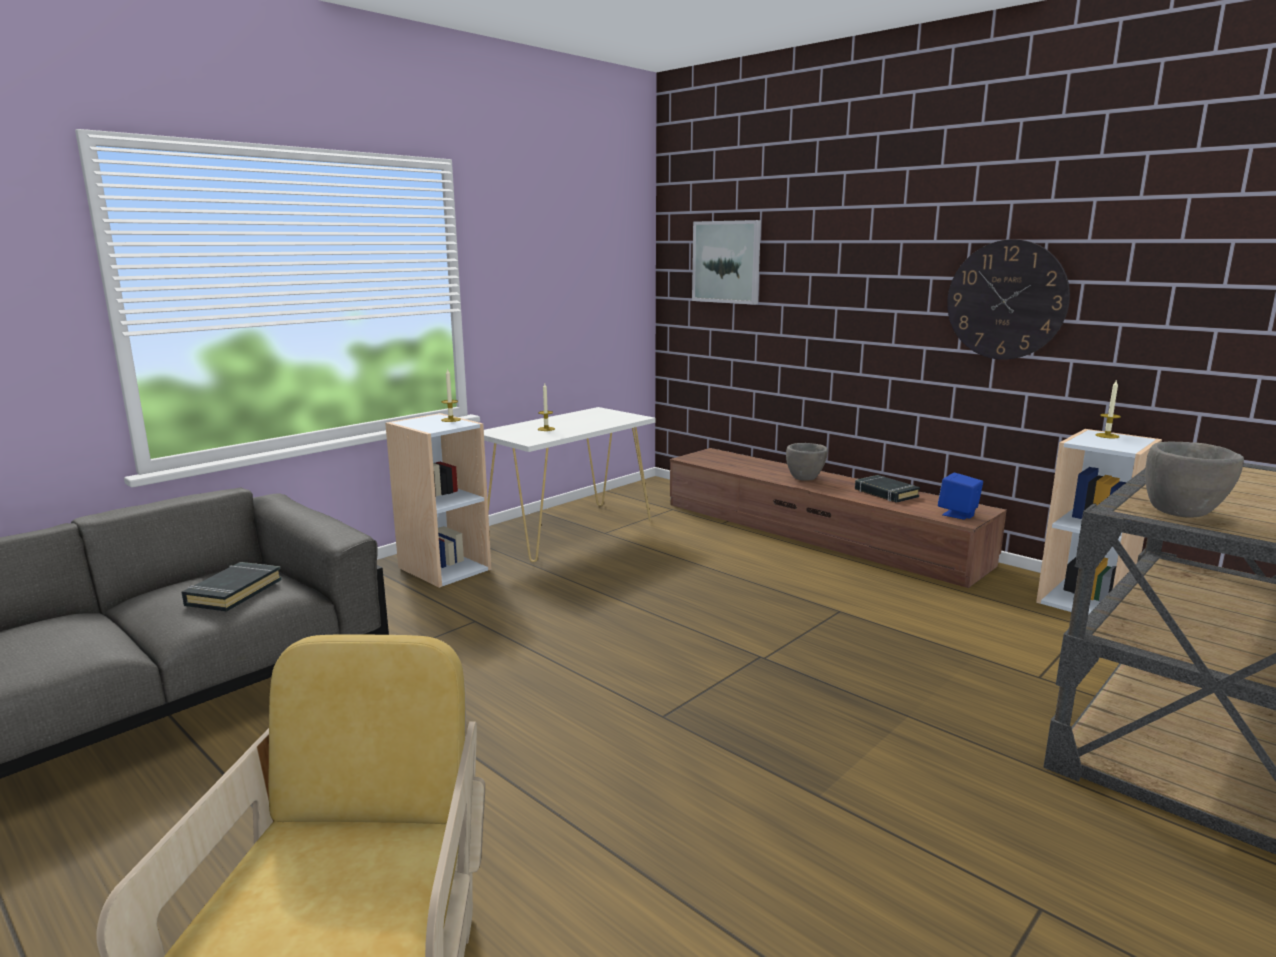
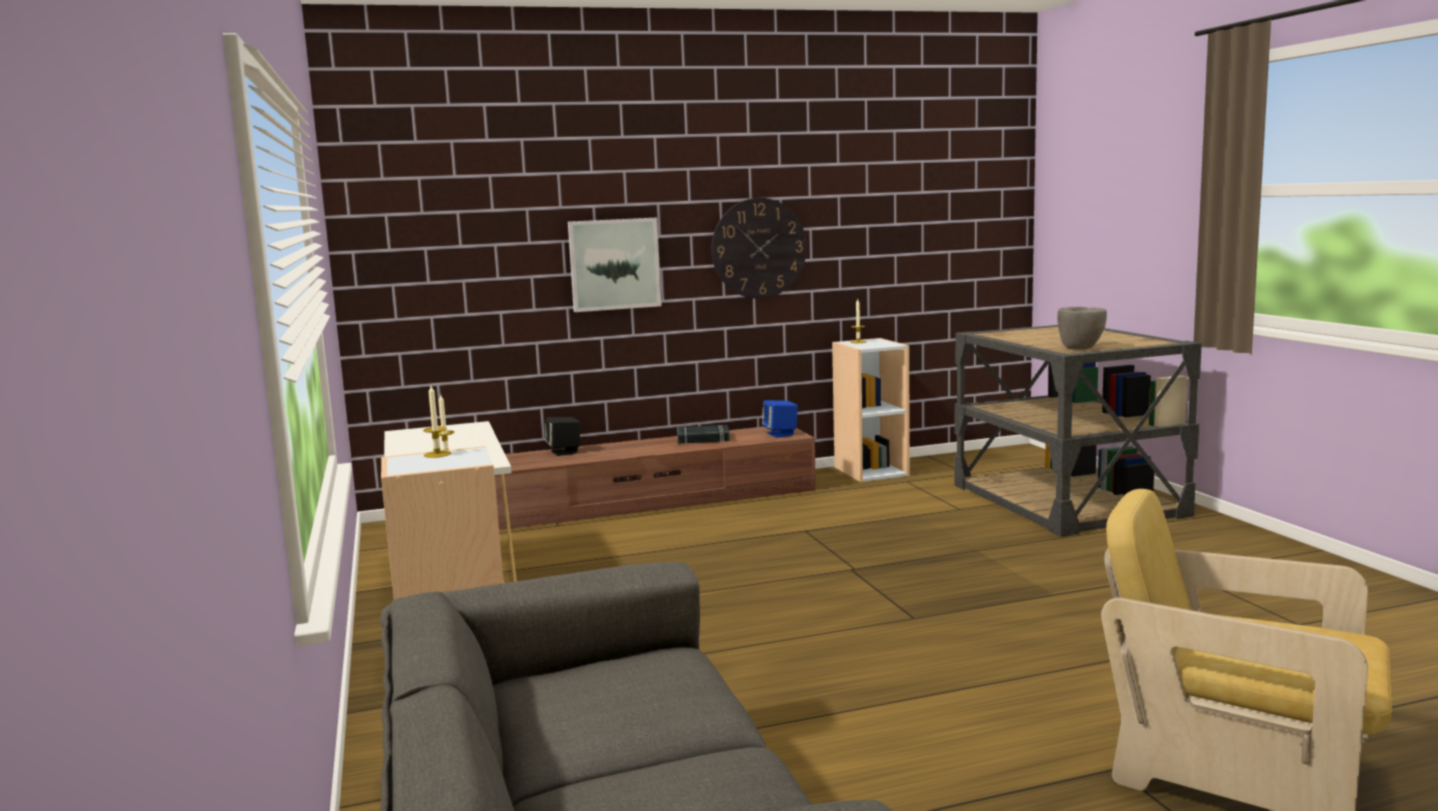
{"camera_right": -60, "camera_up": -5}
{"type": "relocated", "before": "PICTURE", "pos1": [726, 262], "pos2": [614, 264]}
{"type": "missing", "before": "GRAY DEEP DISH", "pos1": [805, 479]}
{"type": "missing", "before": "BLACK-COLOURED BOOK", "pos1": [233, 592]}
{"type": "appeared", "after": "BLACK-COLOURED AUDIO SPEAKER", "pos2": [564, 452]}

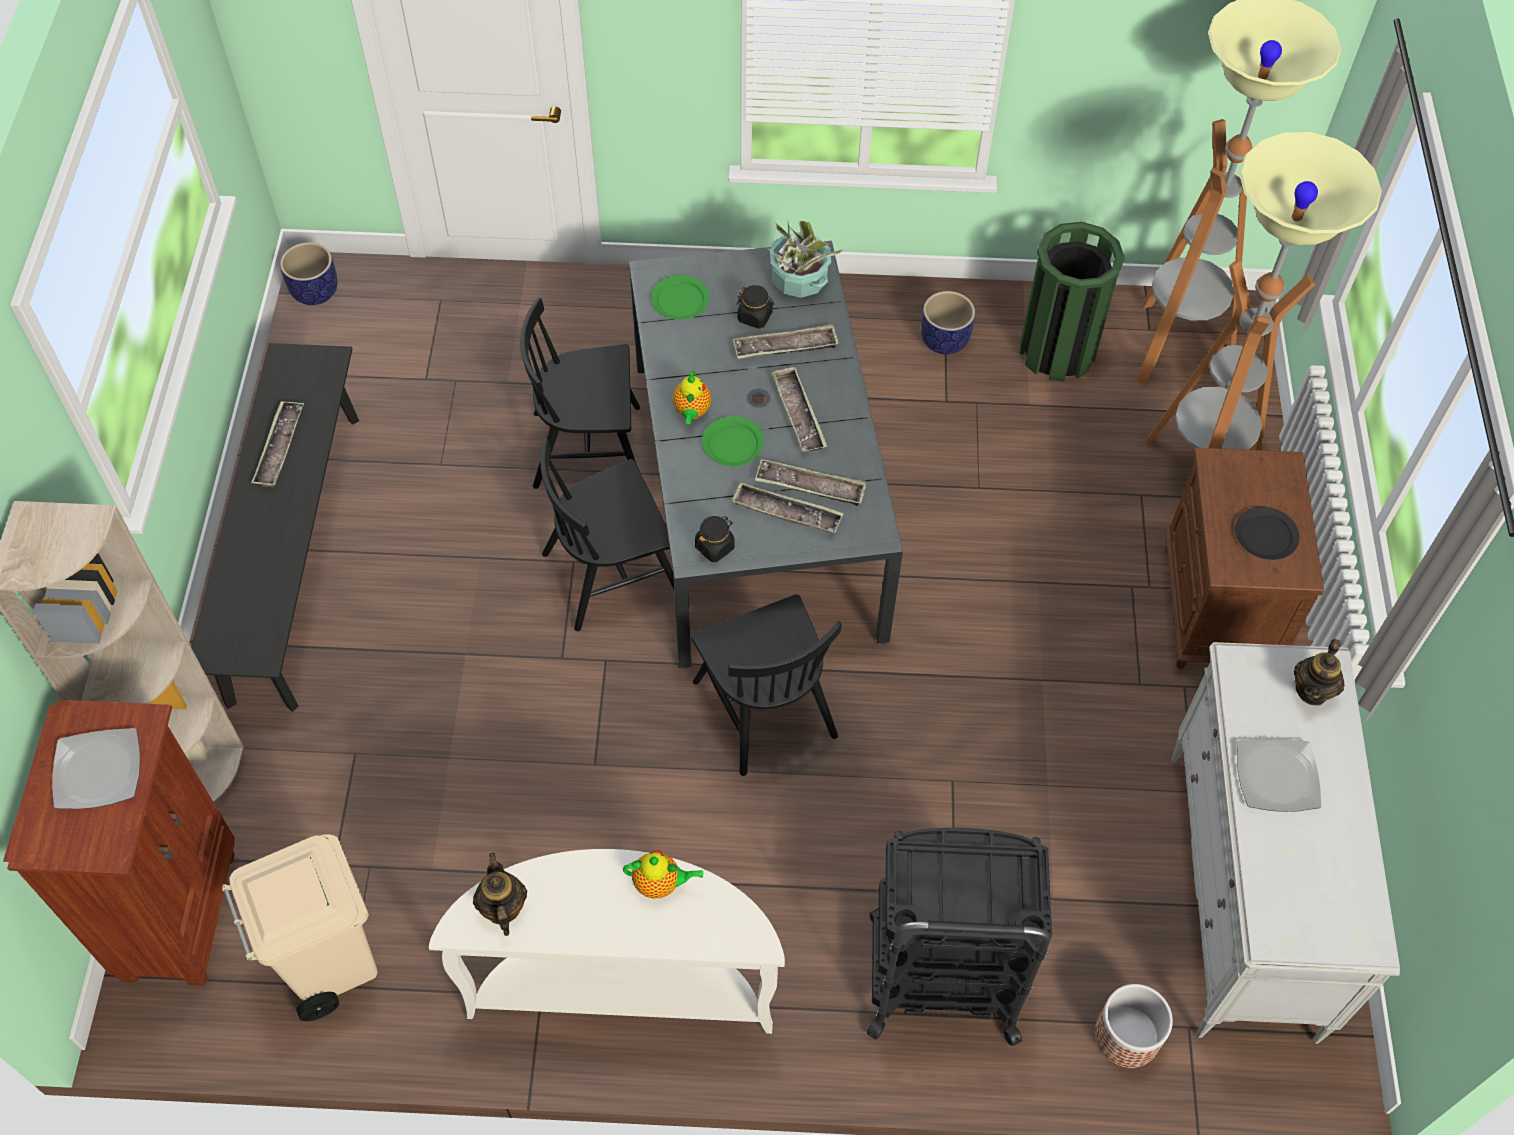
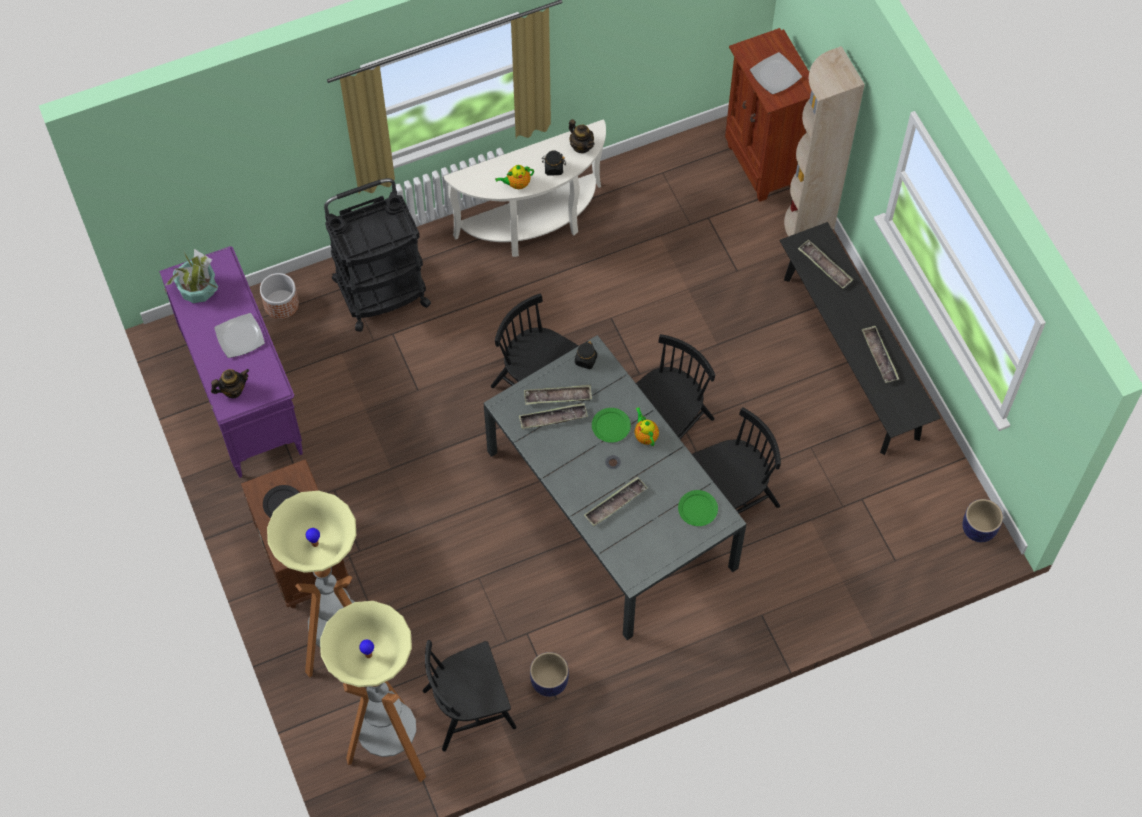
{"camera_right": 155, "camera_up": 5}
{"type": "relocated", "before": "HOUSEPLANT", "pos1": [799, 279], "pos2": [198, 289]}
{"type": "exchanged", "before": "GREENISH WASTE BIN", "after": "BLACK-COLOURED CHAIR", "pos1": [1057, 351], "pos2": [469, 708]}
{"type": "relocated", "before": "BLACK-COLOURED PRESERVE JAR", "pos1": [755, 317], "pos2": [553, 168]}
{"type": "relocated", "before": "CARRYING TRAY", "pos1": [798, 413], "pos2": [825, 267]}
{"type": "spun", "before": "TEAPOT", "pos1": [1312, 690], "pos2": [233, 390], "turn": 60}
{"type": "colour", "before": "WHITE-COLOURED DRAWER CHEST", "after": "PURPLISH DRAWER CHEST", "pos1": [1239, 896], "pos2": [244, 394]}
{"type": "missing", "before": "SAND-COLOURED WASTE BIN", "pos1": [329, 960]}

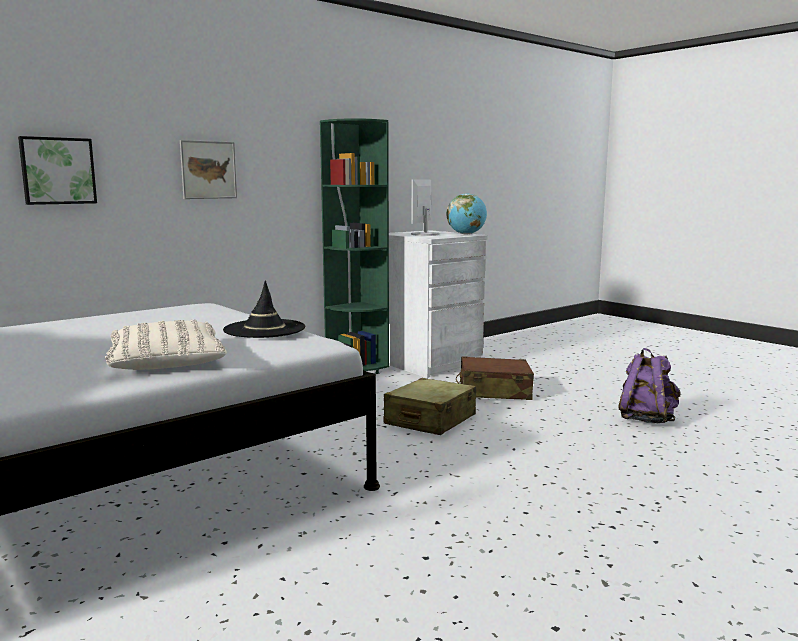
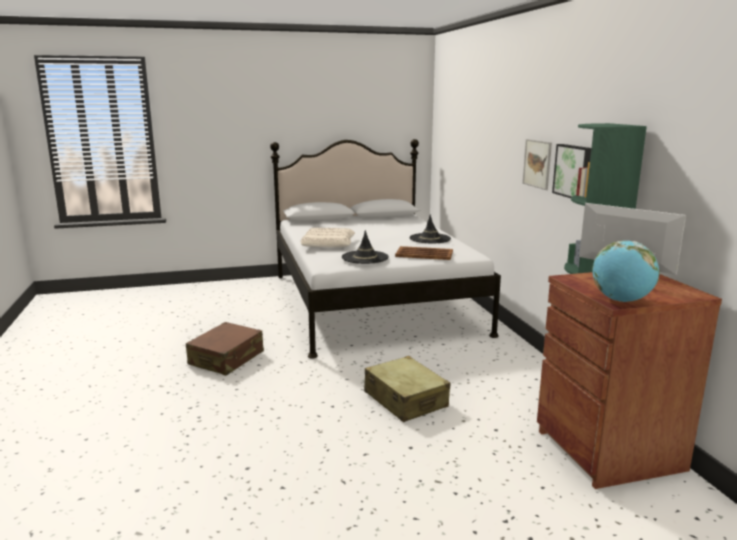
{"camera_right": 115, "camera_up": 5}
{"type": "relocated", "before": "PICTURE", "pos1": [58, 171], "pos2": [573, 171]}
{"type": "colour", "before": "WHITE-COLOURED DRAWER CHEST", "after": "BROWNISH DRAWER CHEST", "pos1": [429, 363], "pos2": [609, 451]}
{"type": "missing", "before": "PURPLISH KNAPSACK", "pos1": [646, 420]}
{"type": "relocated", "before": "BROWNISH TRAVEL CASE", "pos1": [494, 391], "pos2": [227, 358]}
{"type": "appeared", "after": "BLACK-COLOURED HAT", "pos2": [430, 238]}
{"type": "appeared", "after": "BROWNISH CARRYING TRAY", "pos2": [425, 254]}

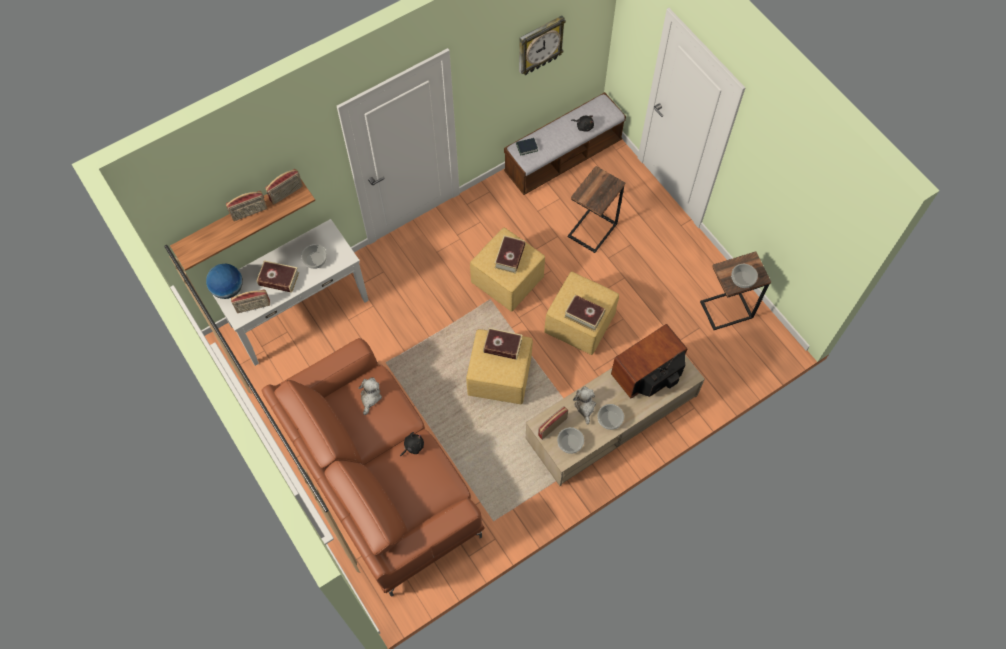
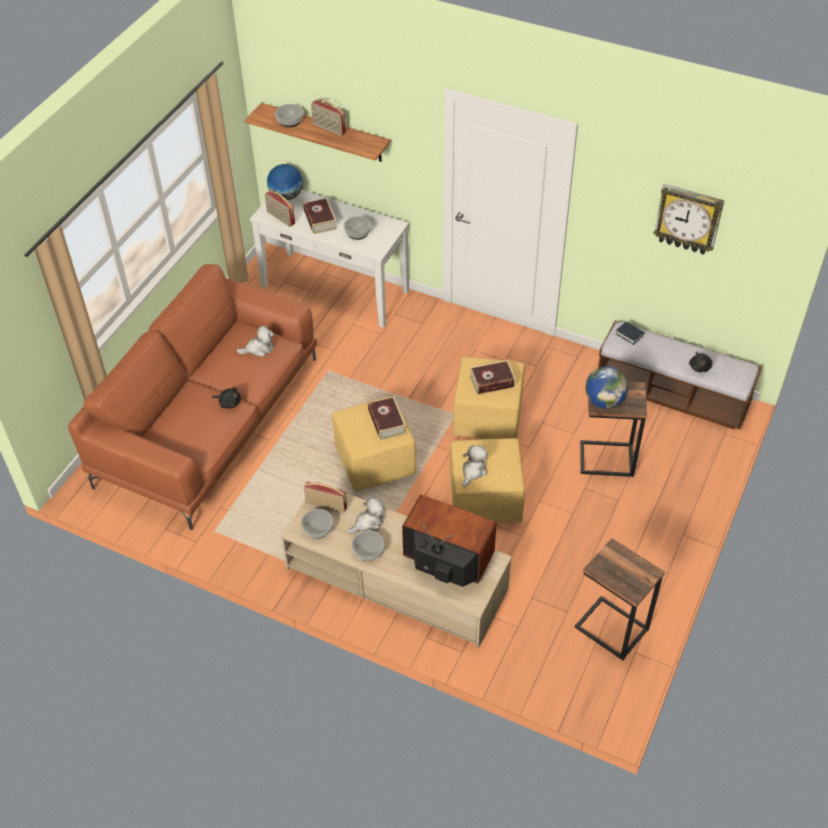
{"camera_right": 60, "camera_up": -15}
{"type": "missing", "before": "RADIO", "pos1": [286, 193]}
{"type": "relocated", "before": "DEEP DISH", "pos1": [742, 279], "pos2": [290, 120]}
{"type": "exchanged", "before": "BOOK", "after": "CUDDLY TOY", "pos1": [584, 315], "pos2": [473, 471]}
{"type": "appeared", "after": "WORLD GLOBE", "pos2": [604, 401]}

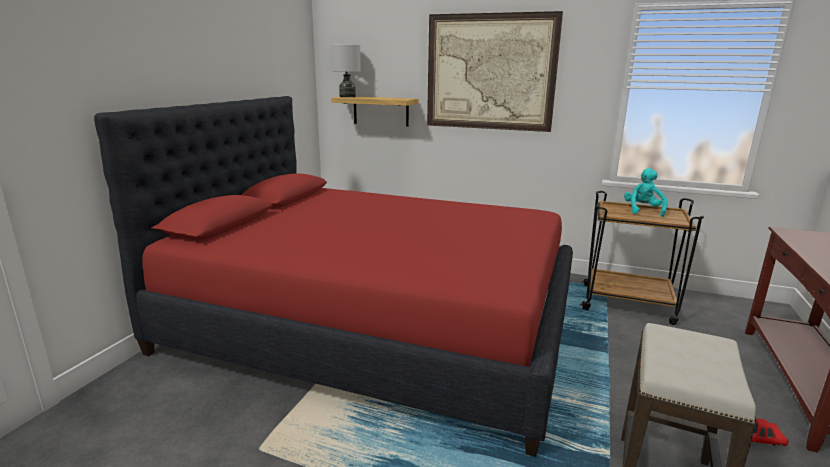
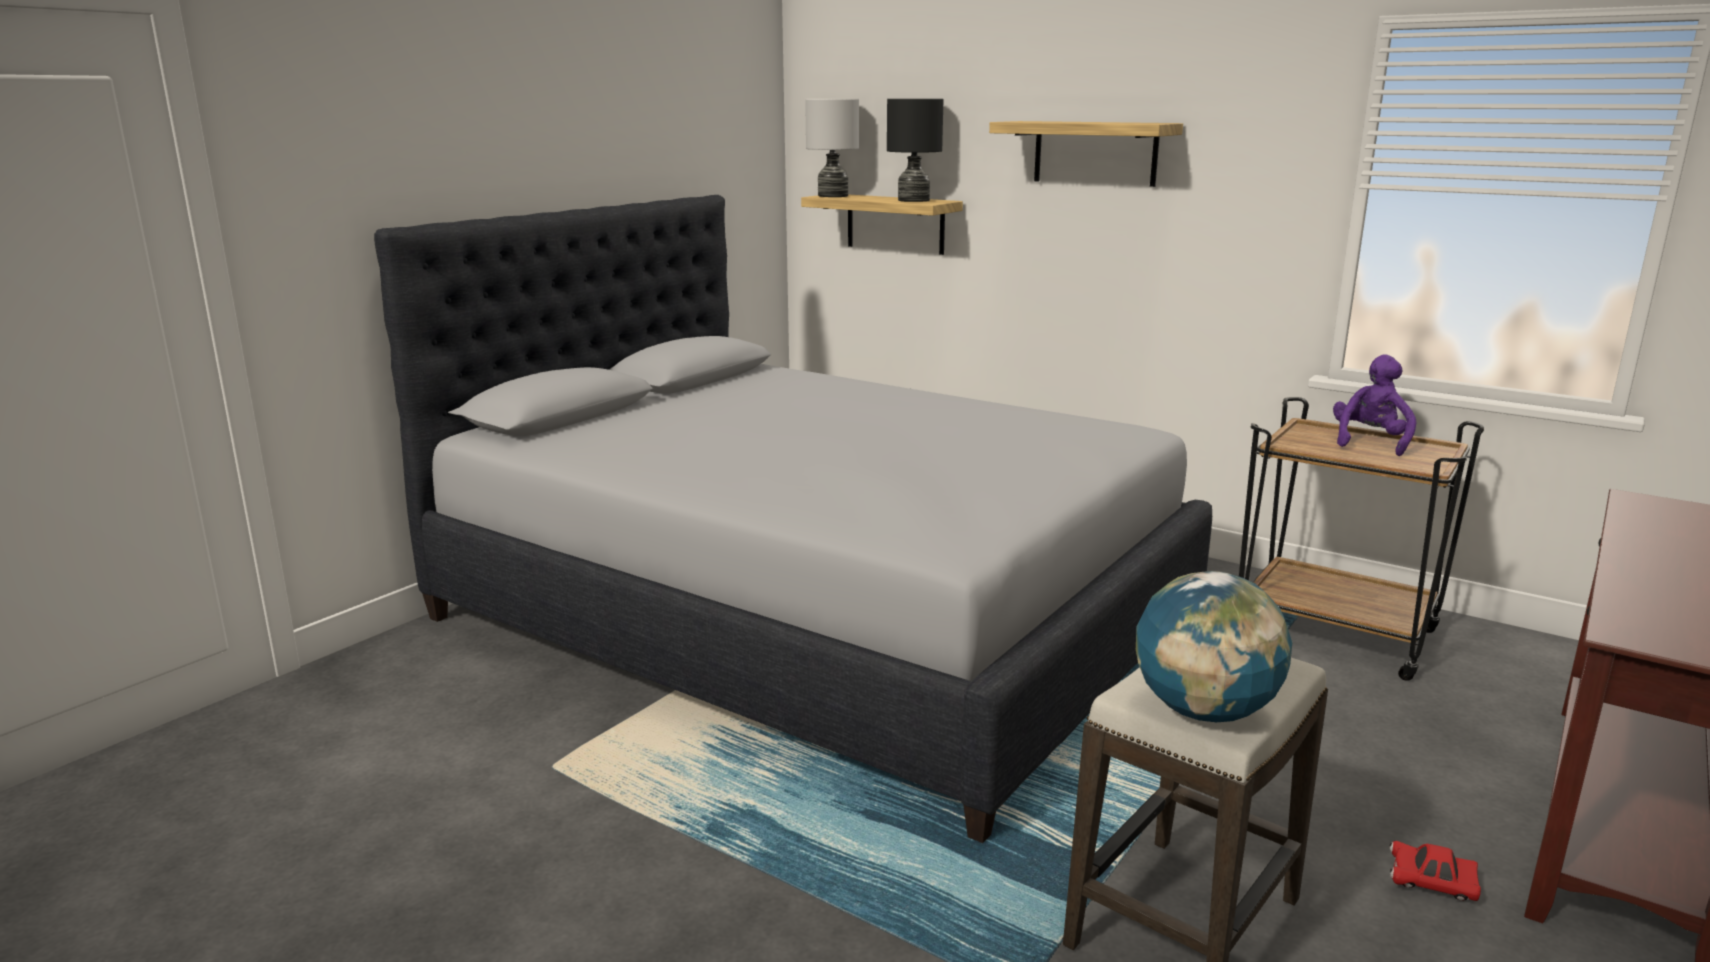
{"camera_right": 15, "camera_up": 0}
{"type": "exchanged", "before": "PICTURE", "after": "WALL SHELF", "pos1": [490, 72], "pos2": [1095, 153]}
{"type": "colour", "before": "RED-COLOURED BED", "after": "GRAY BED", "pos1": [374, 325], "pos2": [811, 617]}
{"type": "colour", "before": "BLUE-GREEN CUDDLY TOY", "after": "PURPLISH CUDDLY TOY", "pos1": [643, 210], "pos2": [1370, 442]}
{"type": "appeared", "after": "BLACK-COLOURED LAMP FOR A TABLE", "pos2": [914, 200]}
{"type": "appeared", "after": "WORLD GLOBE", "pos2": [1204, 711]}

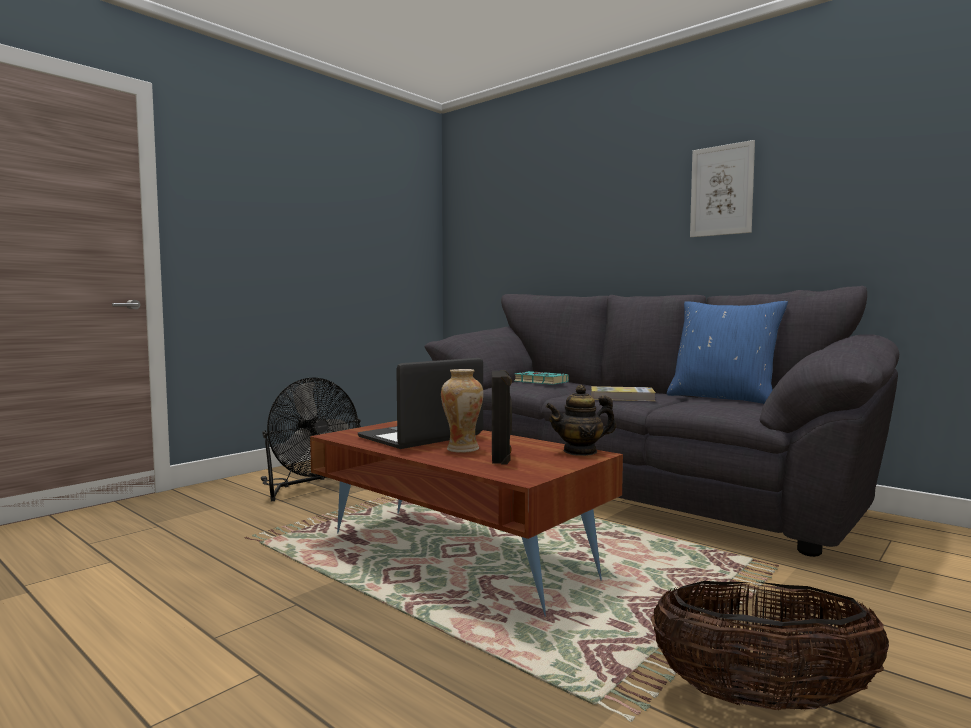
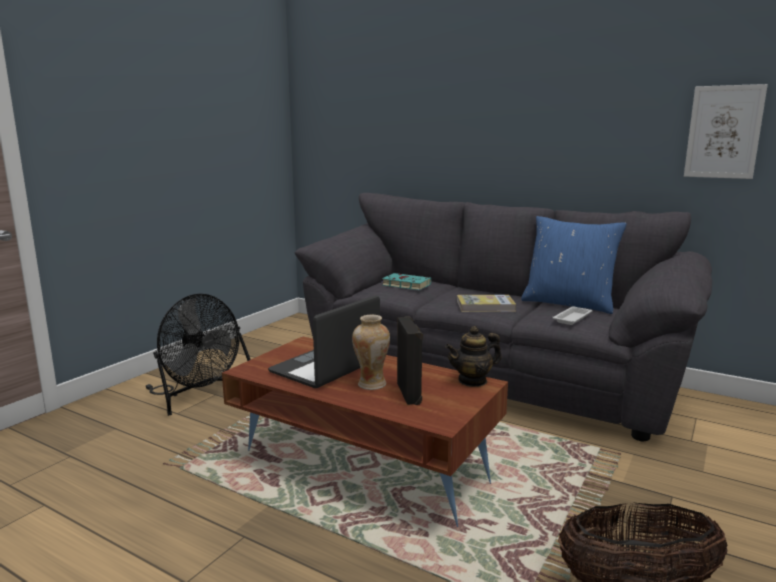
{"camera_right": -10, "camera_up": 10}
{"type": "relocated", "before": "PICTURE", "pos1": [721, 190], "pos2": [723, 132]}
{"type": "appeared", "after": "WHITE-COLOURED CARRYING TRAY", "pos2": [573, 318]}

